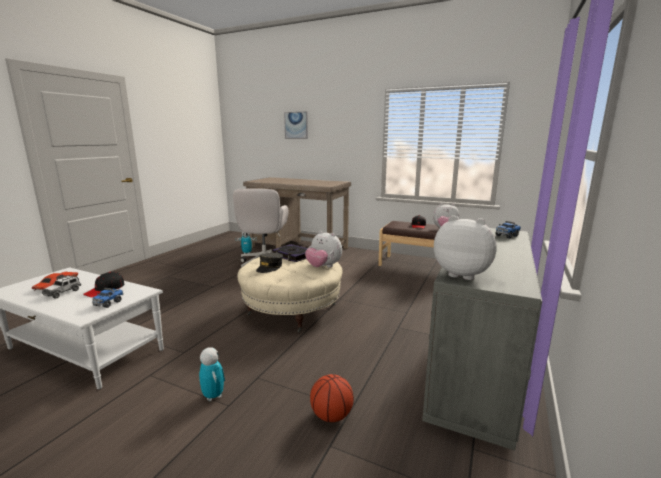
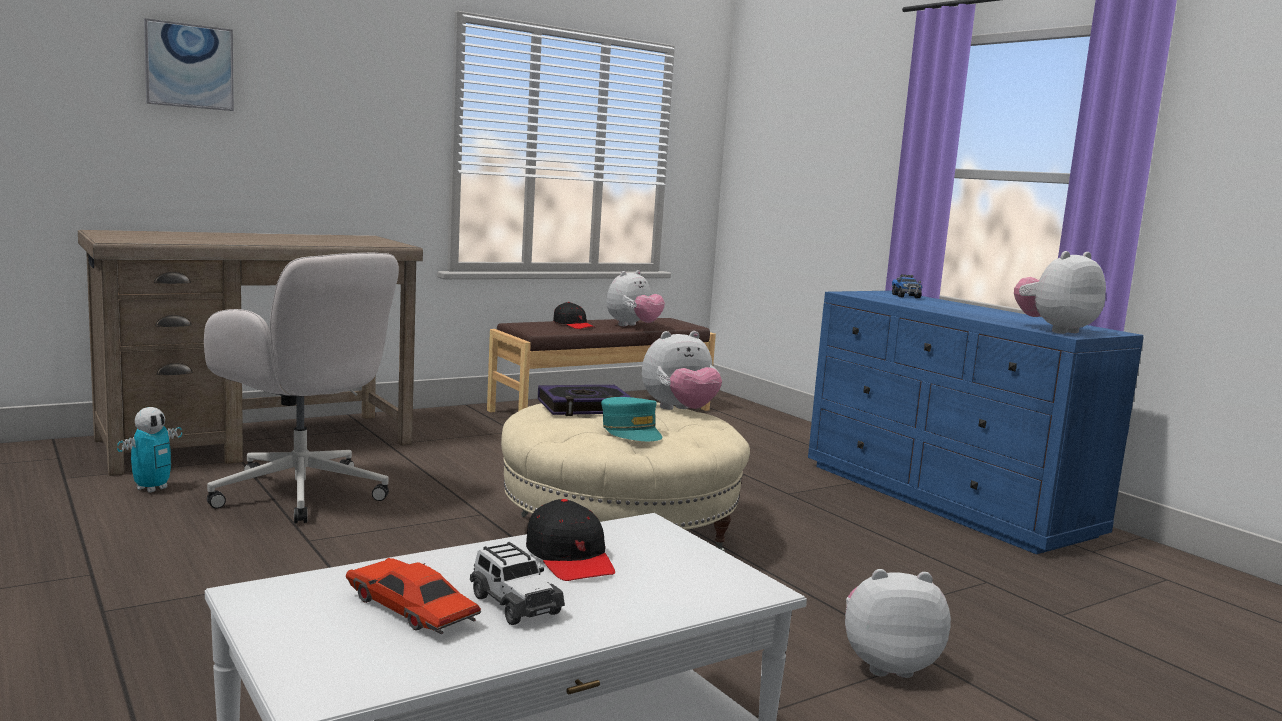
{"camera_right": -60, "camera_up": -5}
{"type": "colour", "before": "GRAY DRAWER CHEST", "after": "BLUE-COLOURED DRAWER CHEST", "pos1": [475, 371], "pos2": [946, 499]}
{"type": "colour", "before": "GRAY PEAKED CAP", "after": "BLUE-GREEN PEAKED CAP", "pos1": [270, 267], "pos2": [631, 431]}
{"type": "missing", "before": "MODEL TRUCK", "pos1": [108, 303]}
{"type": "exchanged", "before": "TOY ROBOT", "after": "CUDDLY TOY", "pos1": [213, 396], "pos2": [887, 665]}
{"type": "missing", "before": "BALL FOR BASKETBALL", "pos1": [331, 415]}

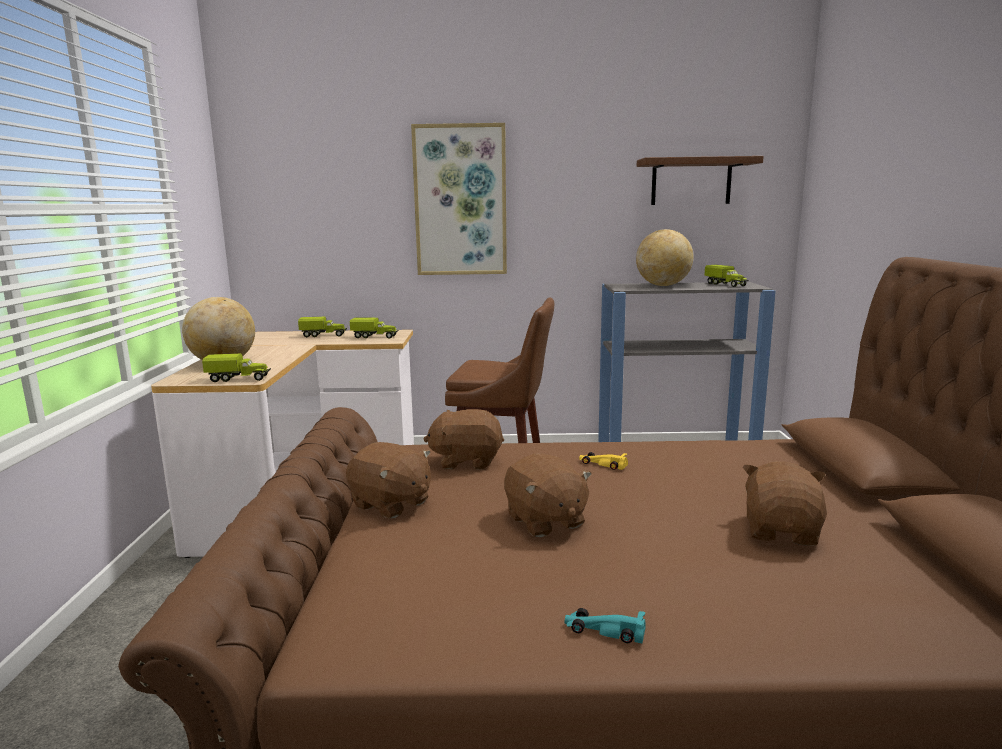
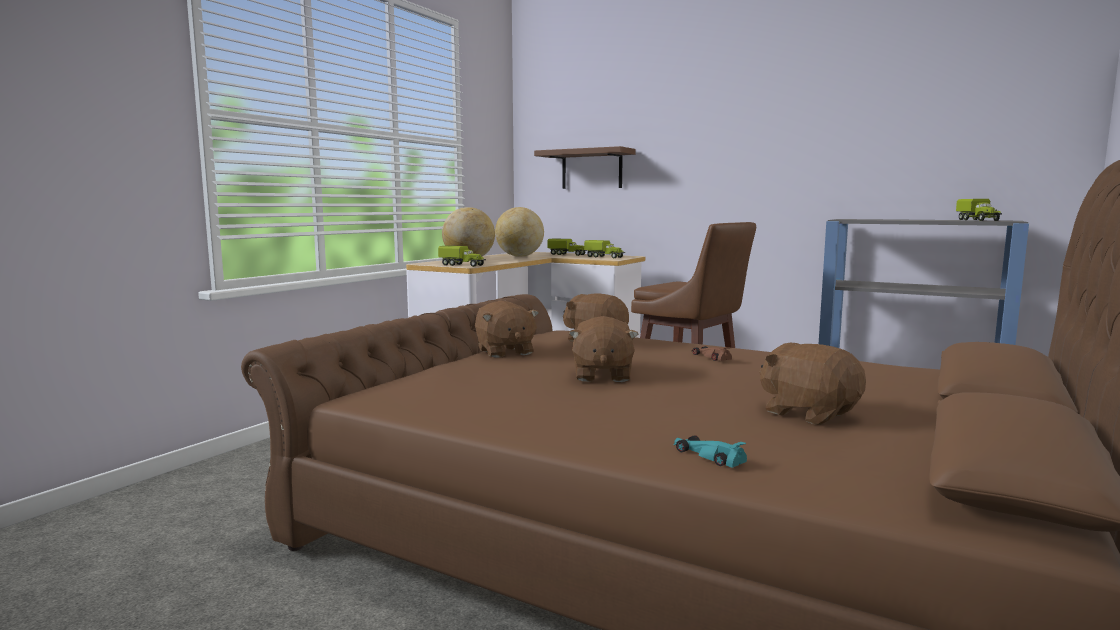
{"camera_right": 30, "camera_up": -5}
{"type": "missing", "before": "PICTURE", "pos1": [460, 201]}
{"type": "relocated", "before": "BROWNISH WALL SHELF", "pos1": [691, 182], "pos2": [591, 169]}
{"type": "relocated", "before": "WORLD GLOBE", "pos1": [663, 285], "pos2": [519, 256]}
{"type": "colour", "before": "YELLOWISH TOY CAR", "after": "BROWNISH TOY CAR", "pos1": [602, 464], "pos2": [709, 356]}
{"type": "spun", "before": "BROWNISH CUDDLY TOY", "pos1": [782, 531], "pos2": [808, 413], "turn": -90}
{"type": "relocated", "before": "BLUE-GREEN TOY CAR", "pos1": [603, 630], "pos2": [706, 455]}

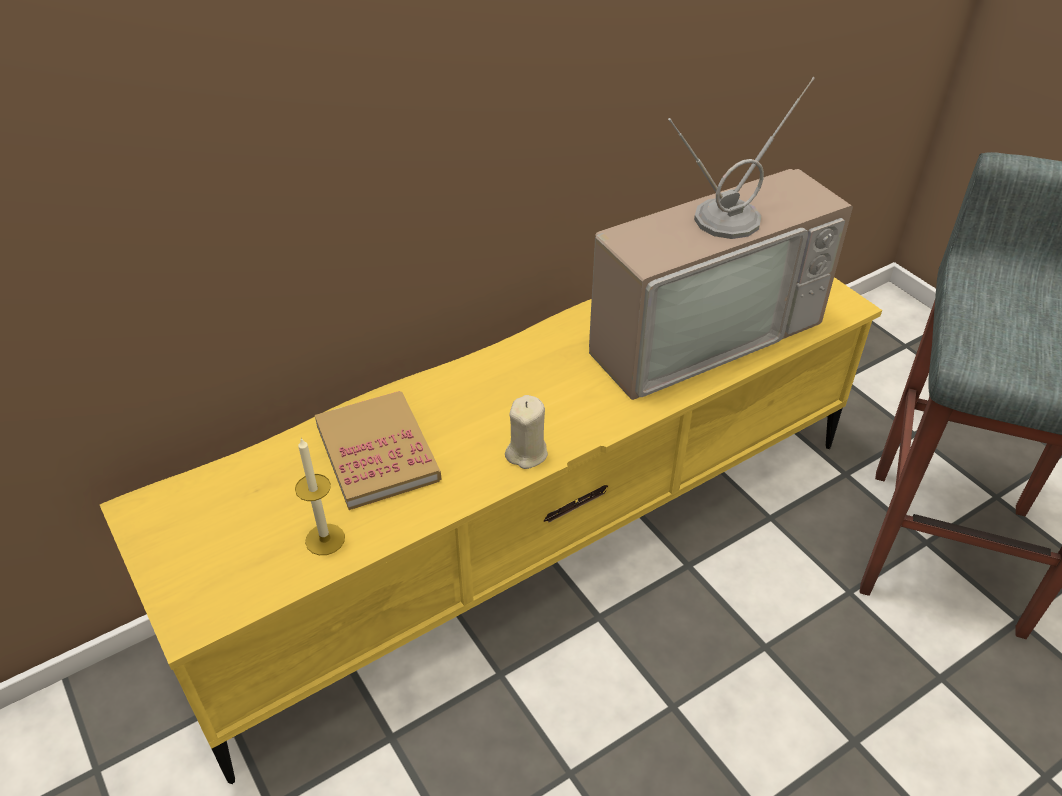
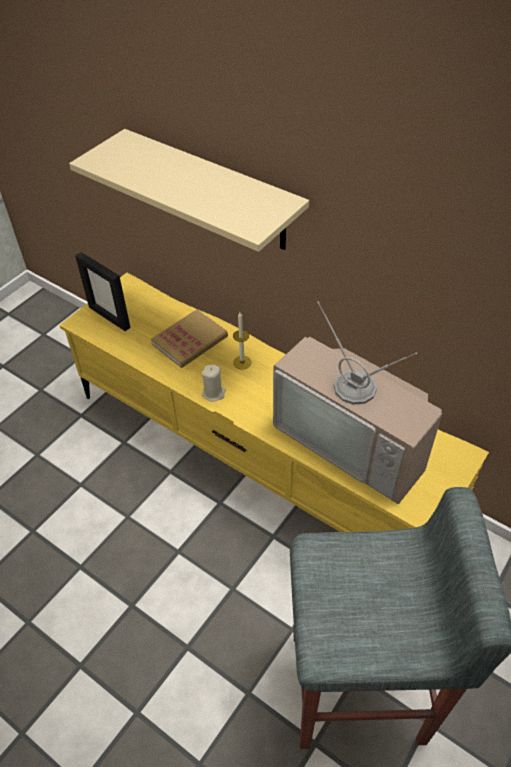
{"camera_right": 70, "camera_up": 5}
{"type": "relocated", "before": "WAX CANDLE", "pos1": [325, 539], "pos2": [242, 362]}
{"type": "appeared", "after": "SAND-COLOURED WALL SHELF", "pos2": [213, 191]}
{"type": "appeared", "after": "PHOTO FRAME", "pos2": [110, 316]}

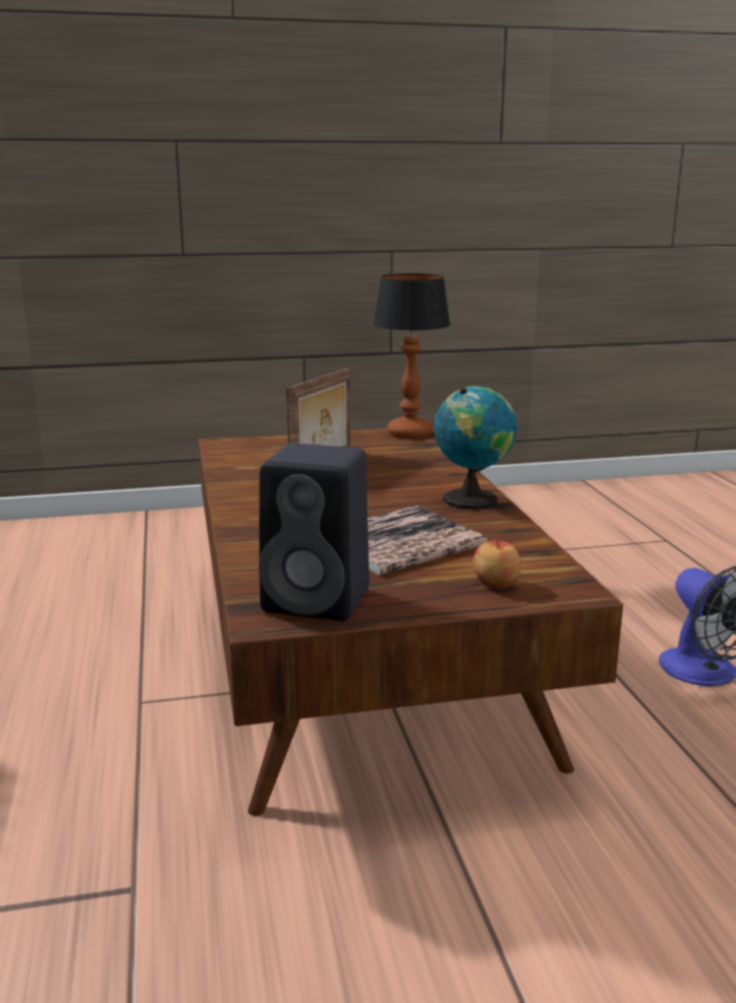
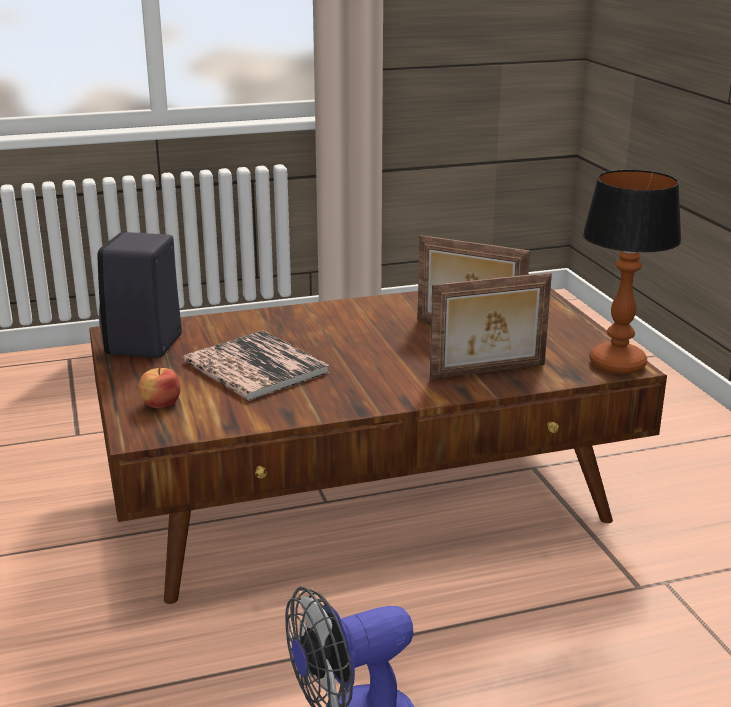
{"camera_right": 85, "camera_up": 5}
{"type": "missing", "before": "WORLD GLOBE", "pos1": [473, 499]}
{"type": "appeared", "after": "PHOTO FRAME", "pos2": [488, 372]}

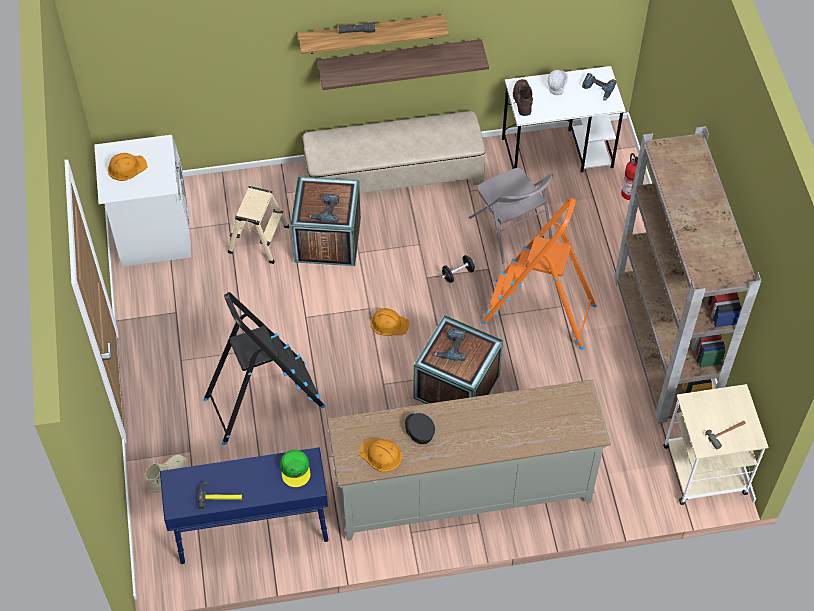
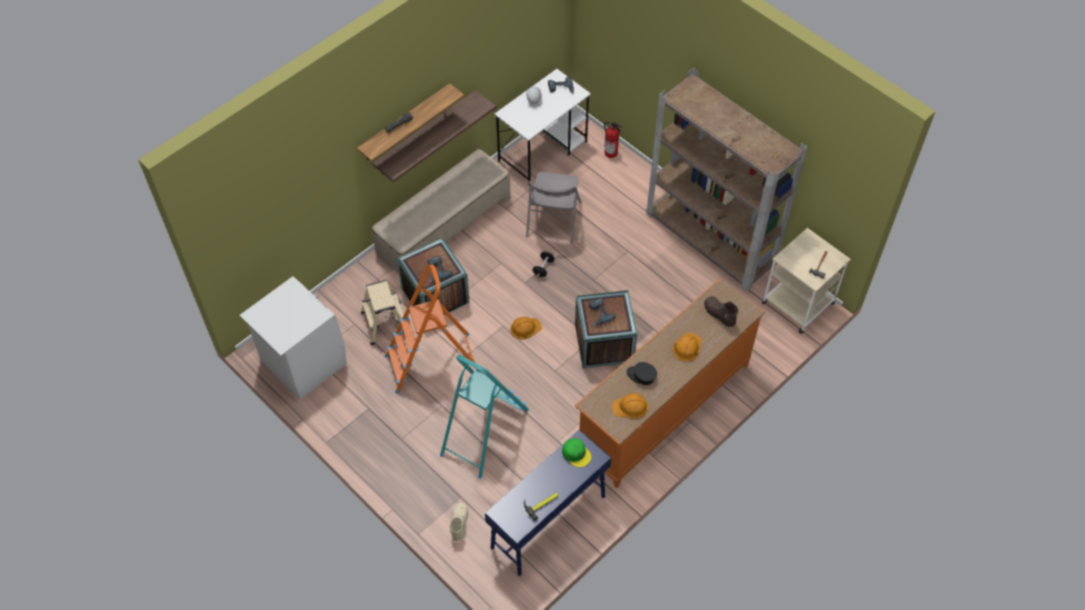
{"camera_right": -35, "camera_up": 0}
{"type": "relocated", "before": "BROWNISH HIGH-TOP BOOT", "pos1": [522, 101], "pos2": [719, 314]}
{"type": "relocated", "before": "ORANGE HARD HAT", "pos1": [126, 167], "pos2": [687, 347]}
{"type": "spun", "before": "GRAY CHAIR", "pos1": [510, 229], "pos2": [553, 219], "turn": 75}
{"type": "relocated", "before": "ORANGE STEP LADDER", "pos1": [538, 314], "pos2": [432, 363]}
{"type": "colour", "before": "BLACK-COLOURED STEP LADDER", "after": "BLUE-GREEN STEP LADDER", "pos1": [265, 402], "pos2": [485, 431]}
{"type": "colour", "before": "GRAY CUPBOARD", "after": "ORANGE CUPBOARD", "pos1": [463, 490], "pos2": [663, 408]}

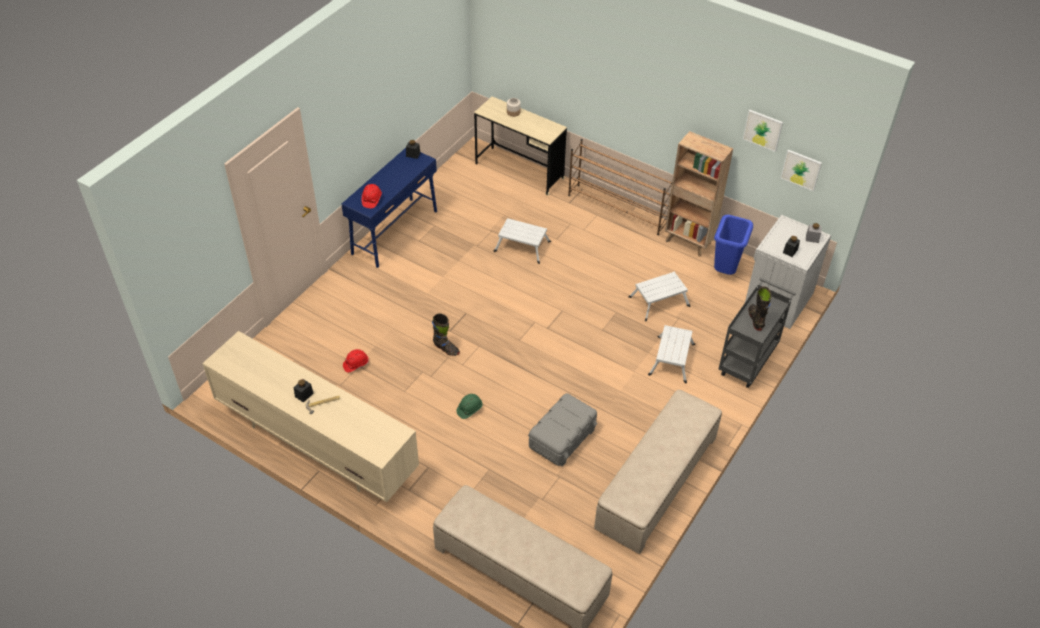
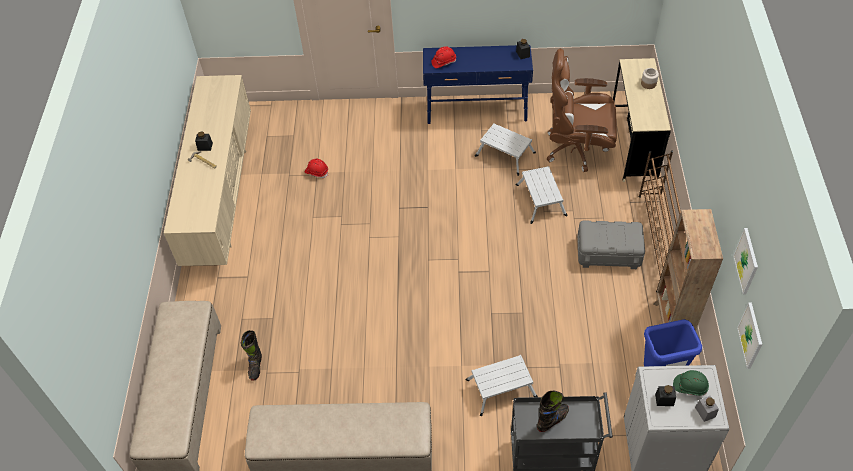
{"camera_right": 60, "camera_up": 5}
{"type": "relocated", "before": "WHITE-COLOURED STEP LADDER", "pos1": [659, 301], "pos2": [505, 154]}
{"type": "relocated", "before": "BLACK-COLOURED HIGH-TOP BOOT", "pos1": [446, 349], "pos2": [255, 366]}
{"type": "relocated", "before": "GRAY STORAGE BOX", "pos1": [562, 438], "pos2": [608, 252]}
{"type": "relocated", "before": "GREENISH HARD HAT", "pos1": [469, 409], "pos2": [690, 386]}
{"type": "appeared", "after": "BROWNISH OFFICE CHAIR", "pos2": [579, 148]}

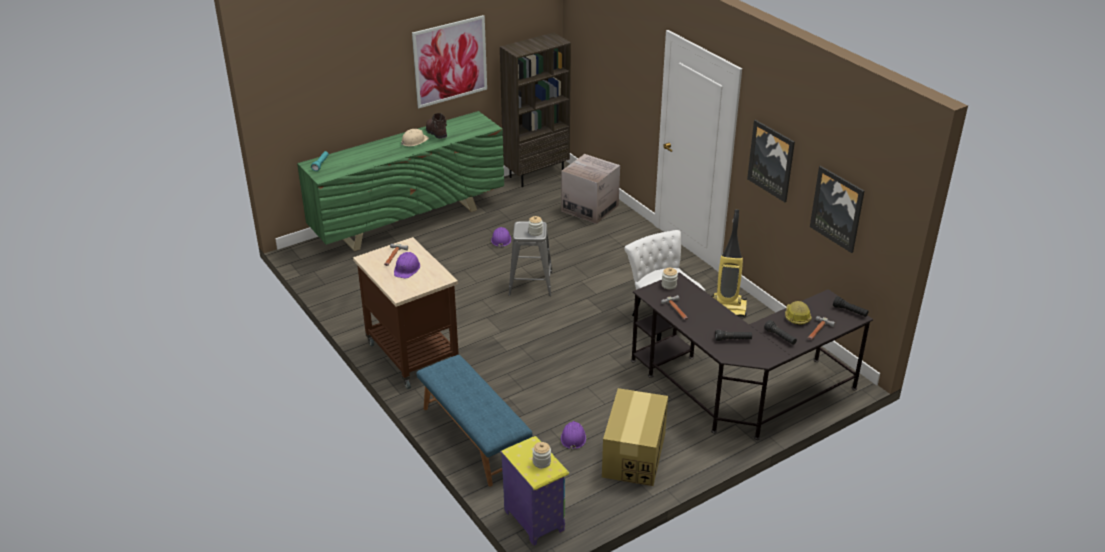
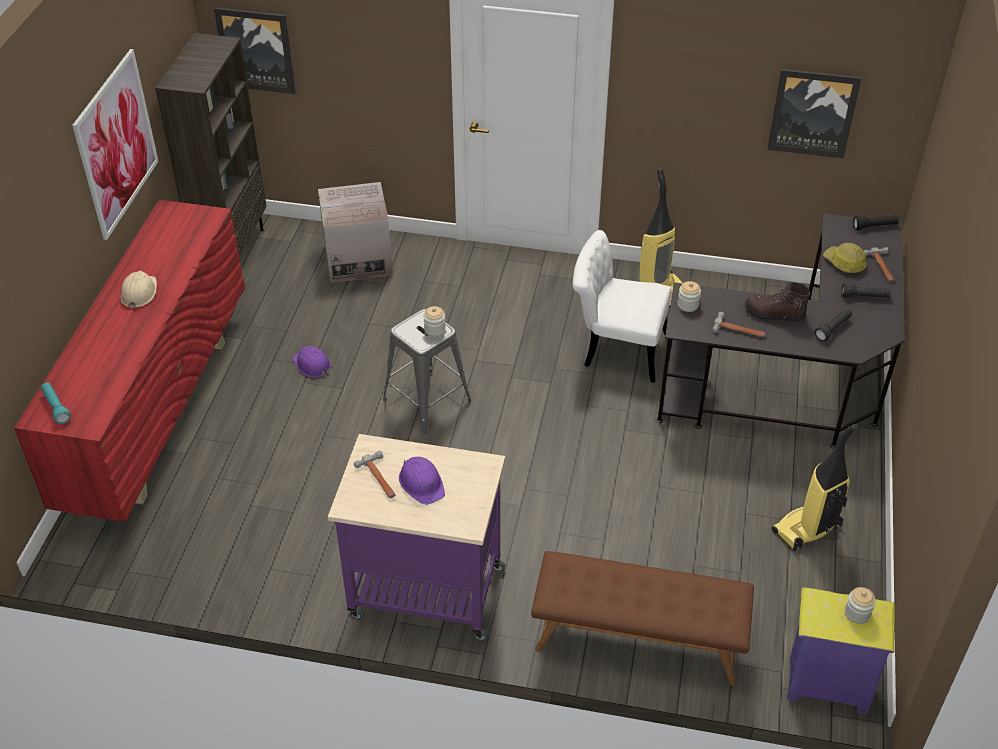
{"camera_right": -45, "camera_up": 10}
{"type": "colour", "before": "GREENISH CUPBOARD", "after": "RED-COLOURED CUPBOARD", "pos1": [409, 222], "pos2": [159, 413]}
{"type": "relocated", "before": "BROWNISH HIGH-TOP BOOT", "pos1": [436, 133], "pos2": [774, 315]}
{"type": "relocated", "before": "PICTURE", "pos1": [771, 160], "pos2": [256, 50]}
{"type": "colour", "before": "BROWNISH WHEELED CART", "after": "PURPLISH WHEELED CART", "pos1": [412, 356], "pos2": [426, 593]}
{"type": "colour", "before": "BLUE-COLOURED INDOOR BENCH", "after": "BROWNISH INDOOR BENCH", "pos1": [473, 437], "pos2": [637, 641]}
{"type": "exchanged", "before": "PACKING BOX", "after": "VACUUM CLEANER", "pos1": [634, 455], "pos2": [806, 530]}
{"type": "missing", "before": "PURPLISH HARD HAT", "pos1": [573, 437]}

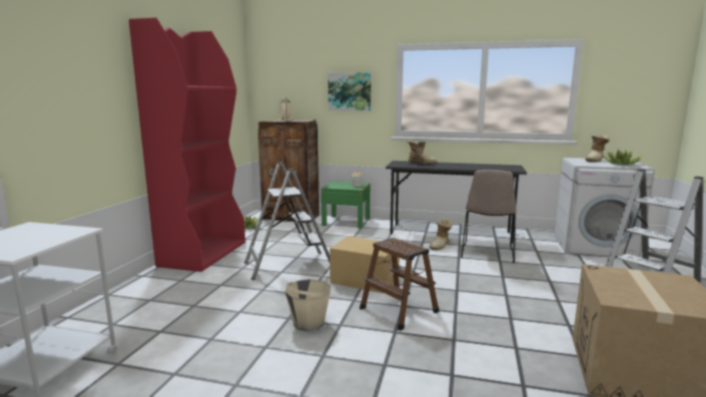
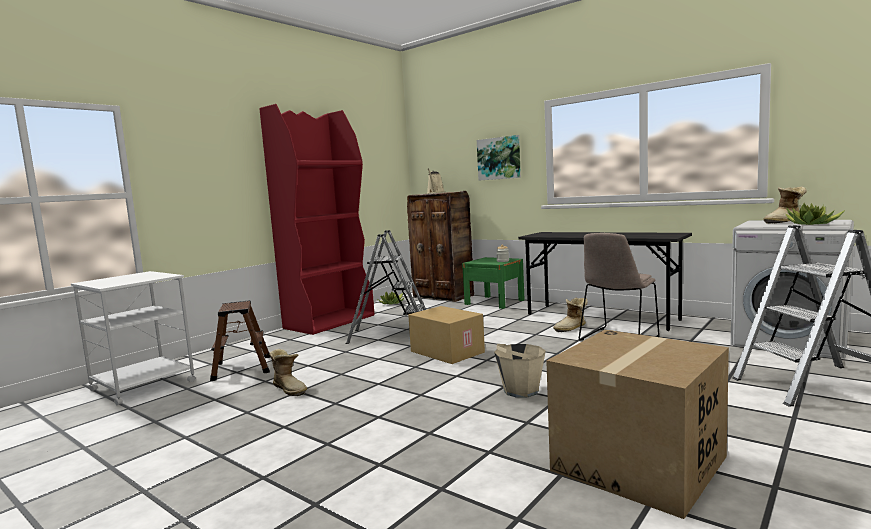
{"camera_right": 25, "camera_up": -5}
{"type": "relocated", "before": "HIGH-TOP BOOT", "pos1": [421, 163], "pos2": [290, 389]}
{"type": "relocated", "before": "BROWNISH STEP LADDER", "pos1": [398, 310], "pos2": [242, 368]}
{"type": "relocated", "before": "SAND-COLOURED BUCKET", "pos1": [308, 323], "pos2": [520, 390]}

